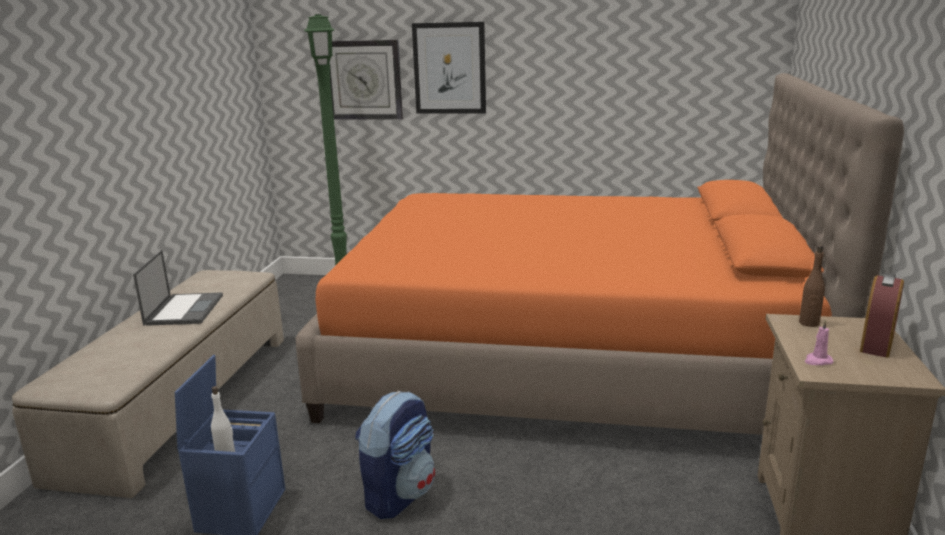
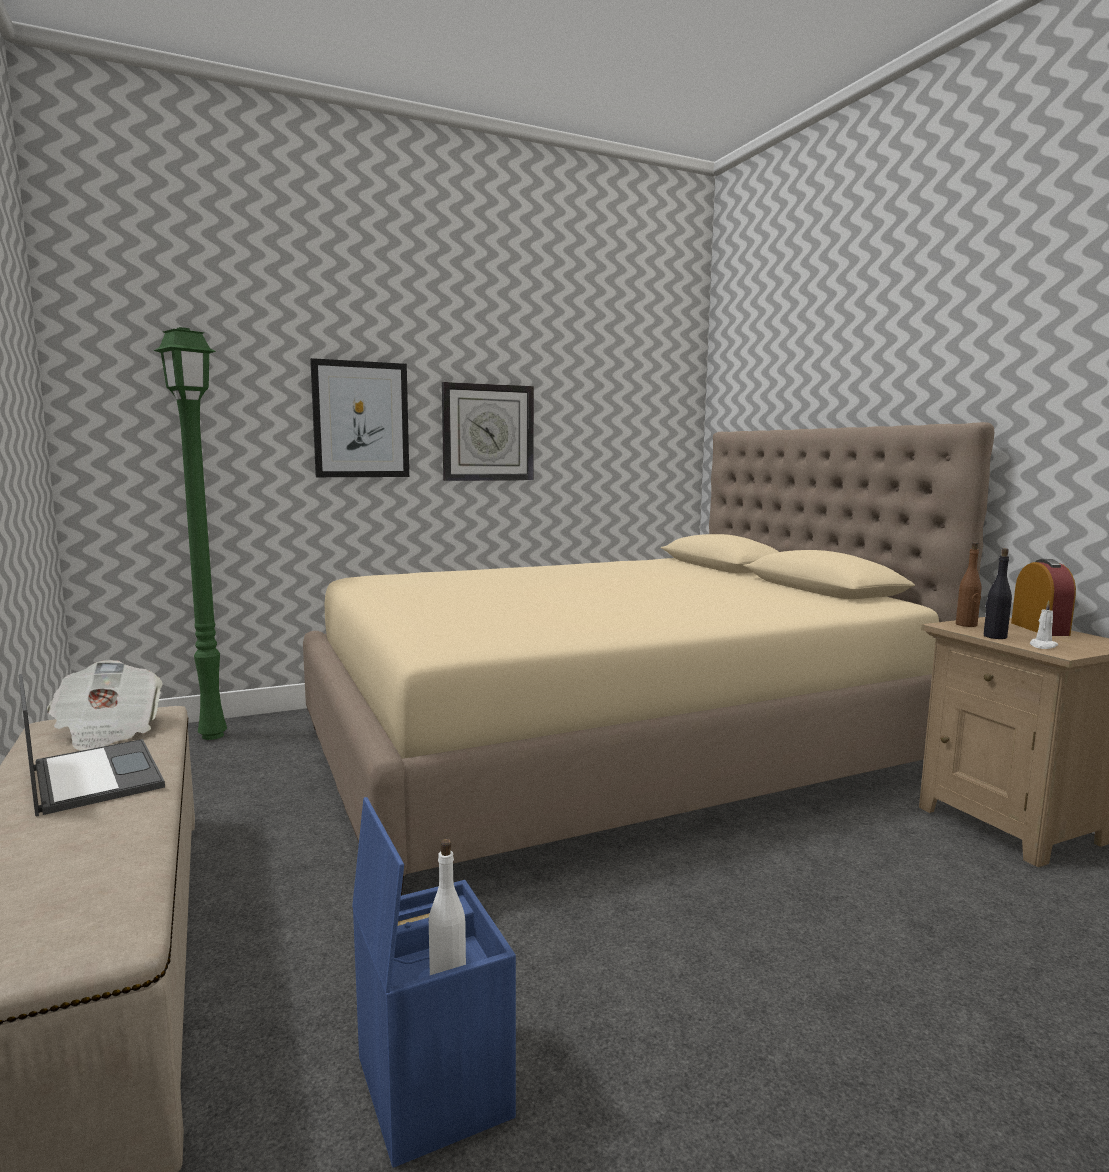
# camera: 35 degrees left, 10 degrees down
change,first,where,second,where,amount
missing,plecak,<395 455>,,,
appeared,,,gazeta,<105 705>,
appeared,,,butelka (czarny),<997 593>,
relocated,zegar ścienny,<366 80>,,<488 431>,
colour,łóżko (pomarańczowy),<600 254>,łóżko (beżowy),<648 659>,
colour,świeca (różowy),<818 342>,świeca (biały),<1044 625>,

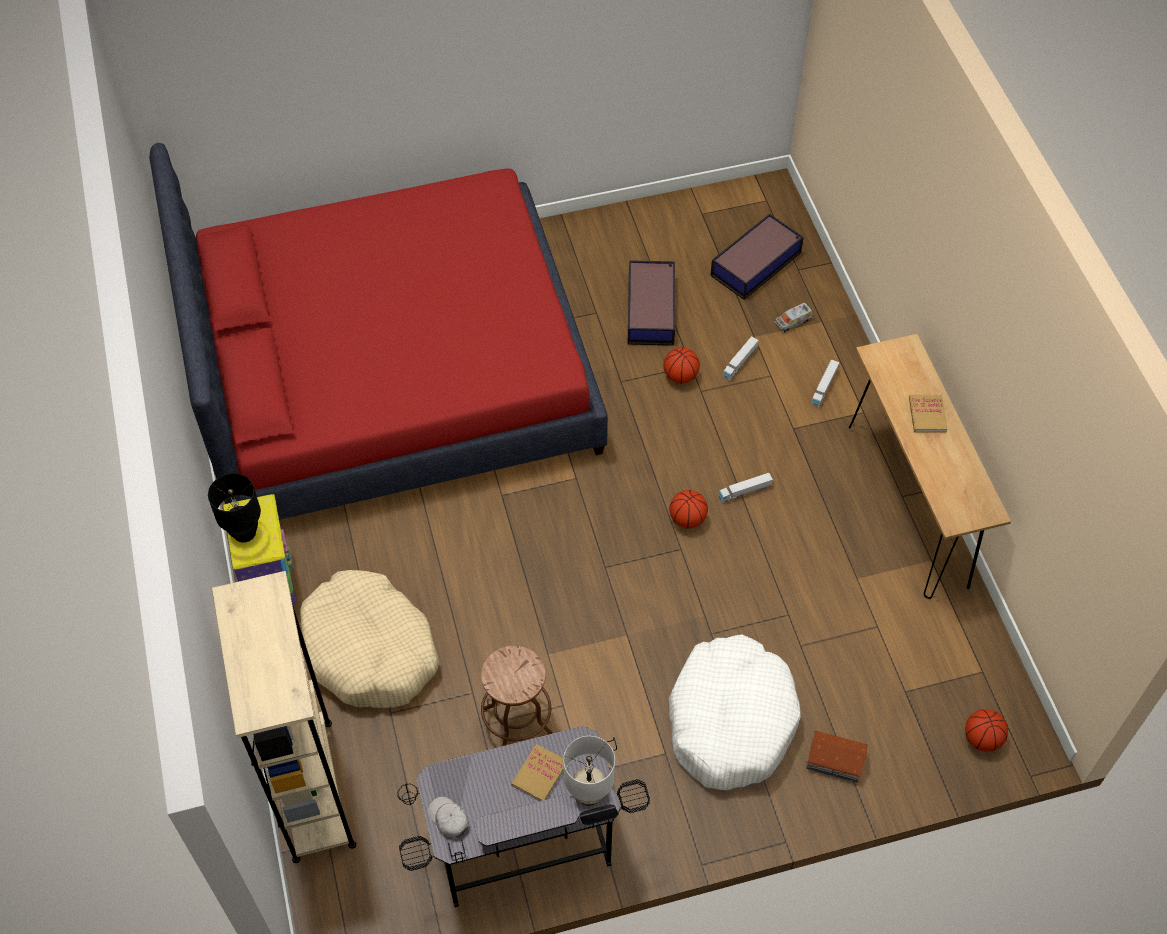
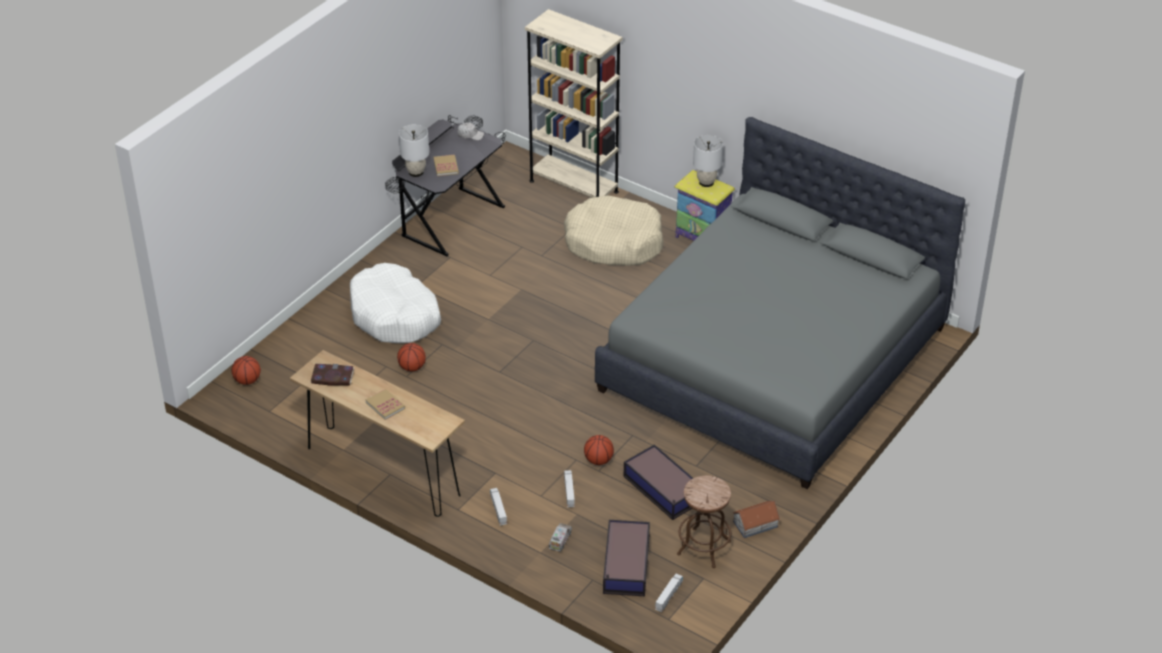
# camera: 140 degrees right, 15 degrees down
change,first,where,second,where,amount
appeared,,,książka,<332 375>,
relocated,stołek (brązowy),<517 696>,,<704 522>,
relocated,piłka do koszykówki,<688 509>,,<411 357>,
relocated,ciężarówka zabawkowa,<745 488>,,<669 593>,
relocated,domek,<837 756>,,<757 519>,
colour,łóżko (czerwony),<378 331>,łóżko (szary),<780 303>,
colour,lampa stołowa (czarny),<234 508>,lampa stołowa (biały),<708 161>,

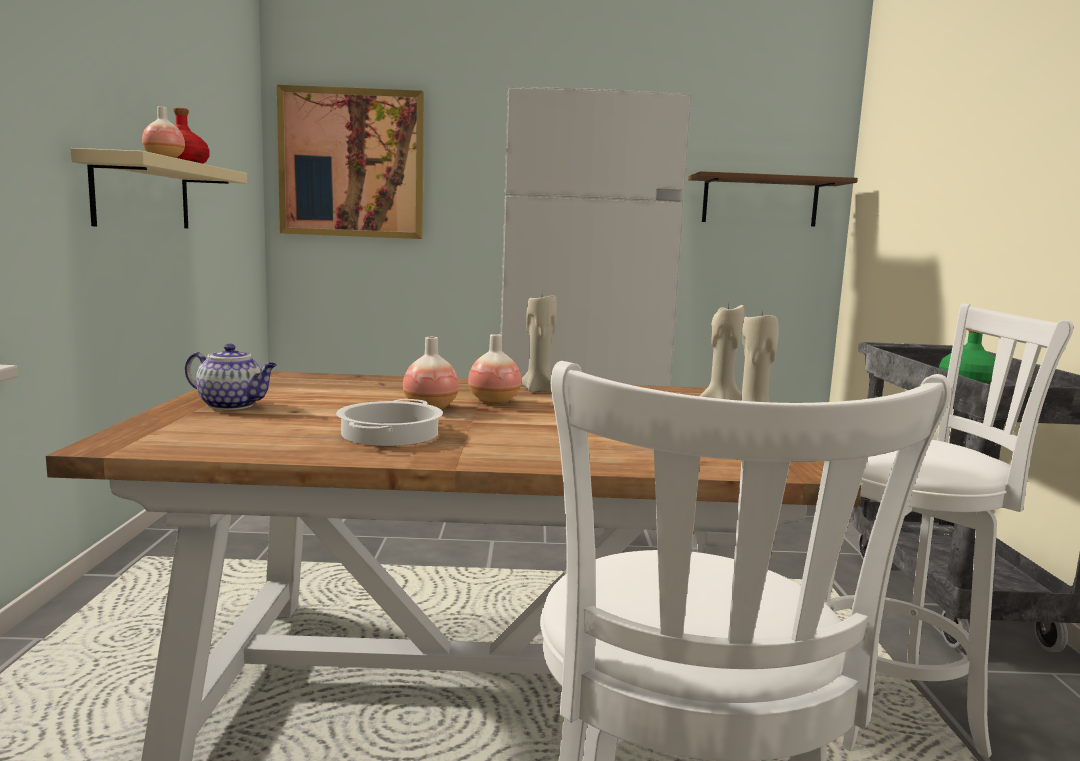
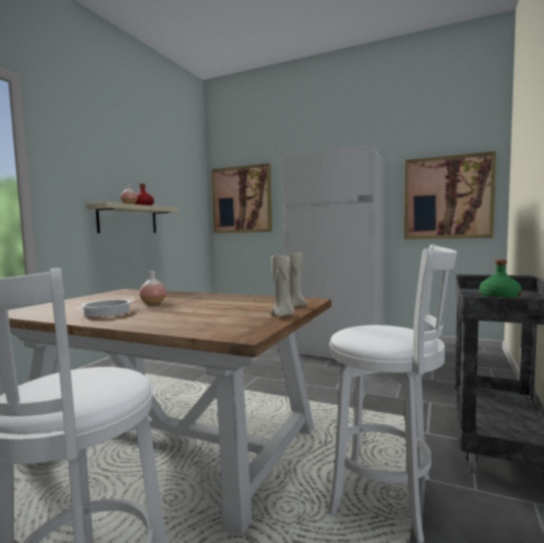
# camera: 25 degrees right, 5 degrees down
change,first,where,second,where,amount
missing,imbryk,<231 377>,,,
missing,wazon,<494 369>,,,
missing,świeca (beżowy),<539 343>,,,
exchanged,półka (brązowy),<773 198>,obraz,<450 195>,

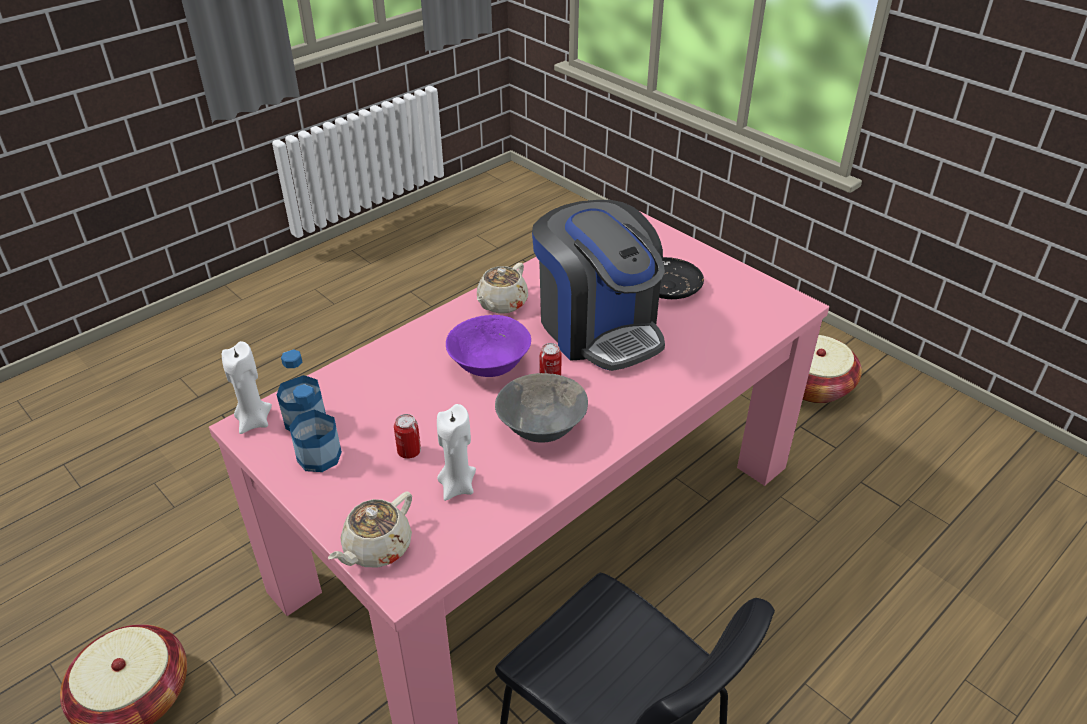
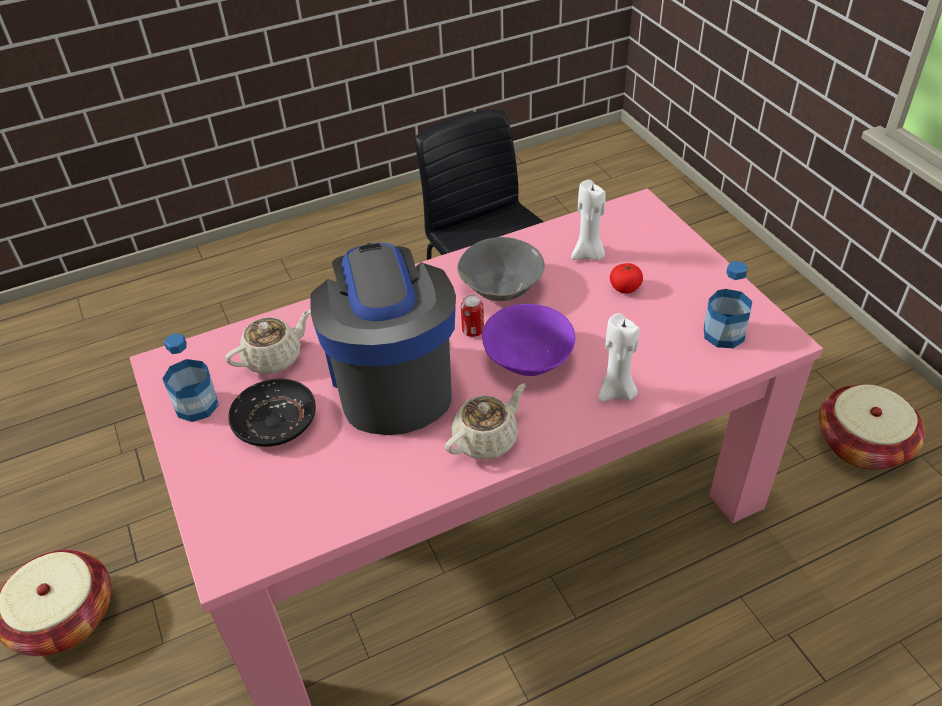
# camera: 160 degrees left, 5 degrees up
change,first,where,second,where,amount
relocated,świeca (biały),<247 387>,,<619 357>,
relocated,butelka,<315 428>,,<190 377>,
relocated,imbryk (beżowy),<370 529>,,<268 342>,
exchanged,puszka,<407 436>,pomidor,<626 278>,

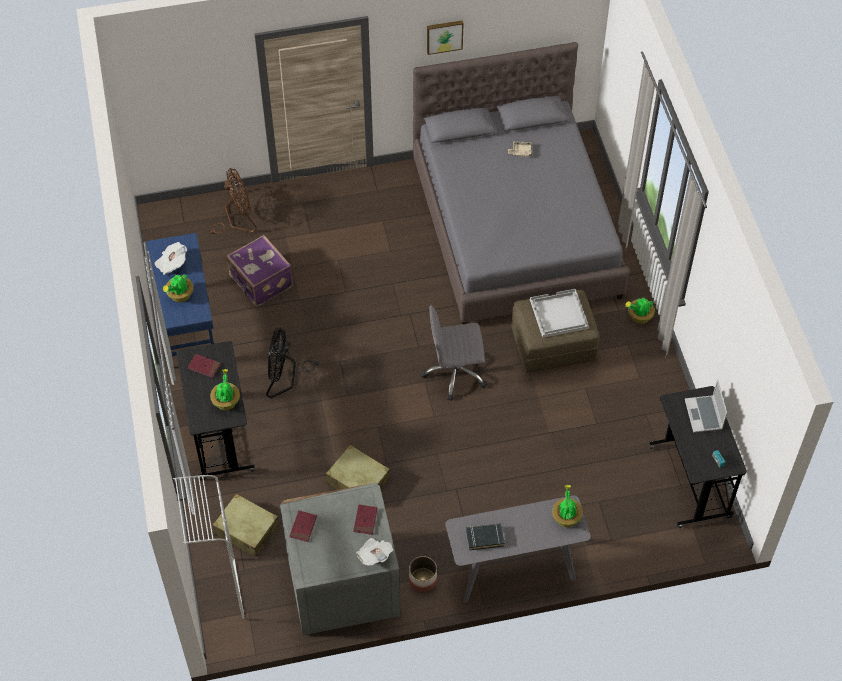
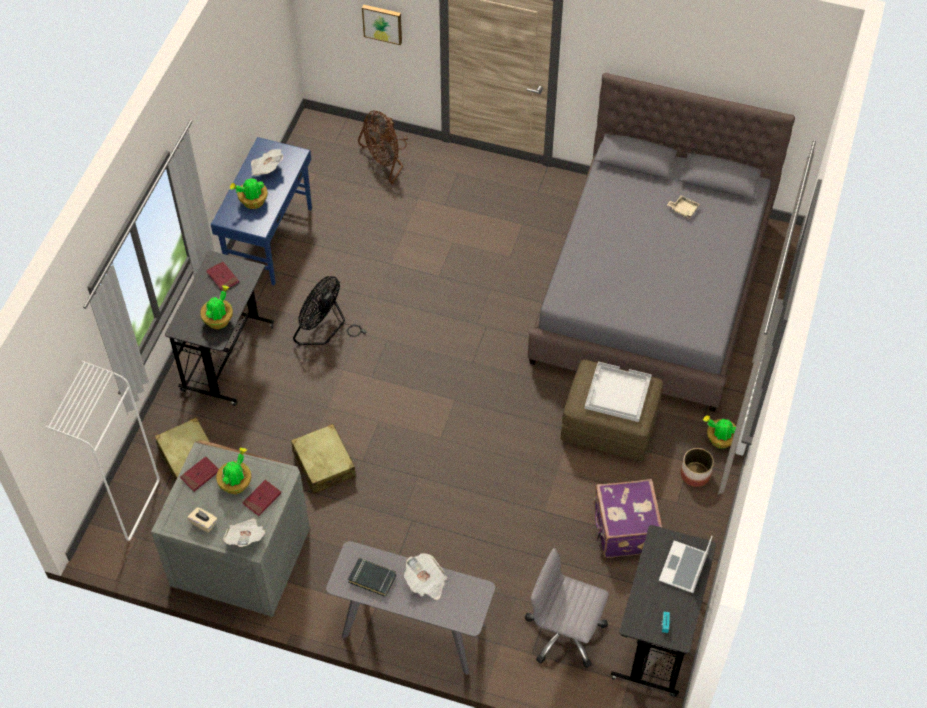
# camera: 30 degrees right, 0 degrees up
change,first,where,second,where,amount
appeared,,,pudełko chusteczek (beżowy),<202 520>,
appeared,,,gazeta,<425 576>,
relocated,walizka (fioletowy),<259 270>,,<628 518>,
relocated,donica,<423 574>,,<697 467>,
relocated,krzesło biurowe (szary),<454 353>,,<567 608>,
relocated,obraz,<445 37>,,<382 25>,
relocated,roślina doniczkowa,<567 506>,,<233 471>,
spun,wentylator (brązowy),<233 201>,,<383 147>,135 degrees clockwise

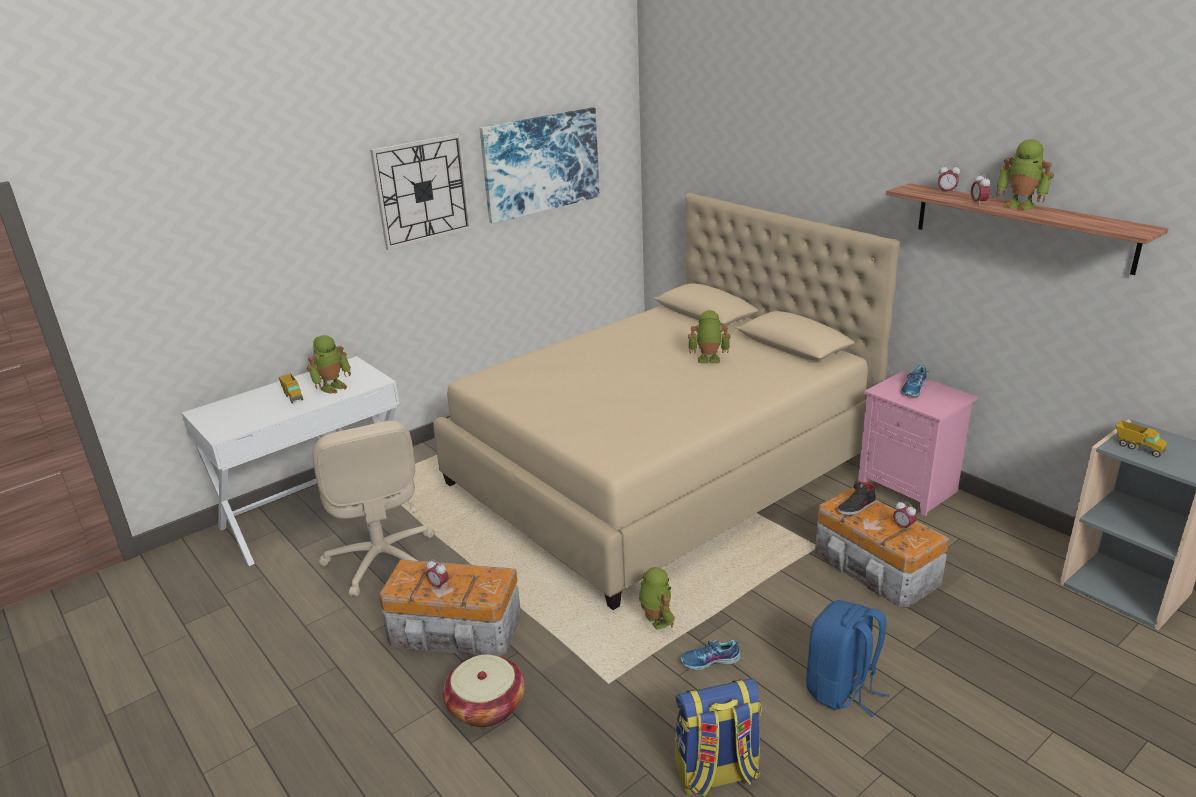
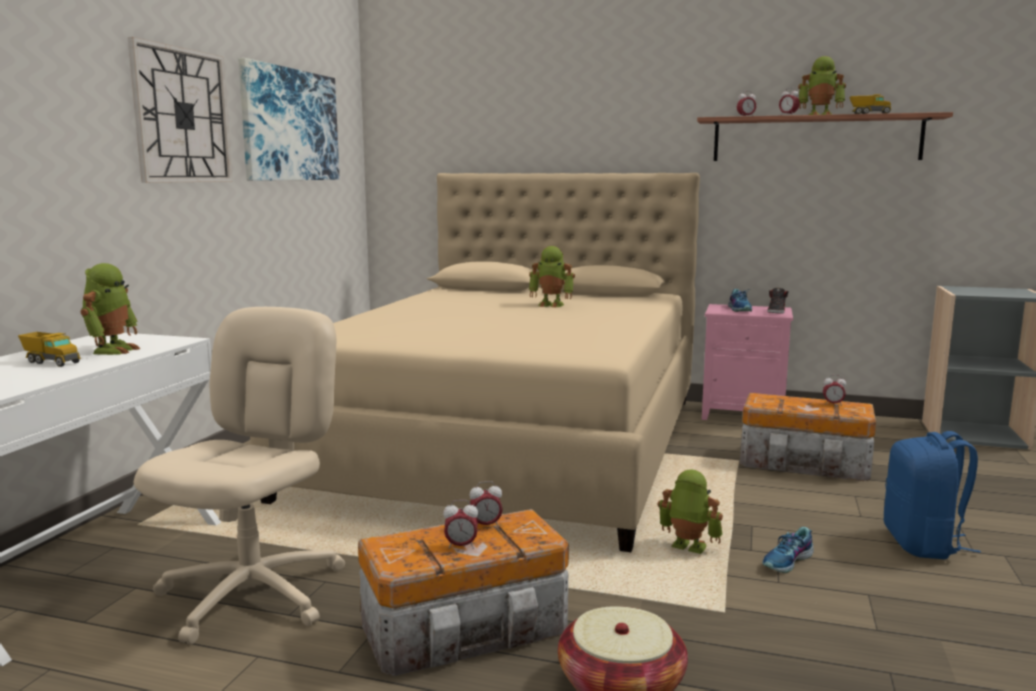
# camera: 35 degrees left, 15 degrees down
change,first,where,second,where,amount
missing,plecak,<718 737>,,,
appeared,,,budzik,<486 504>,
relocated,but (czarny),<856 498>,,<778 301>,
relocated,ciężarówka zabawkowa,<1141 438>,,<870 104>,
spun,krzesło biurowe (beżowy),<373 509>,,<239 476>,105 degrees counterclockwise
spun,robot zabawkowy,<709 336>,,<552 277>,135 degrees counterclockwise

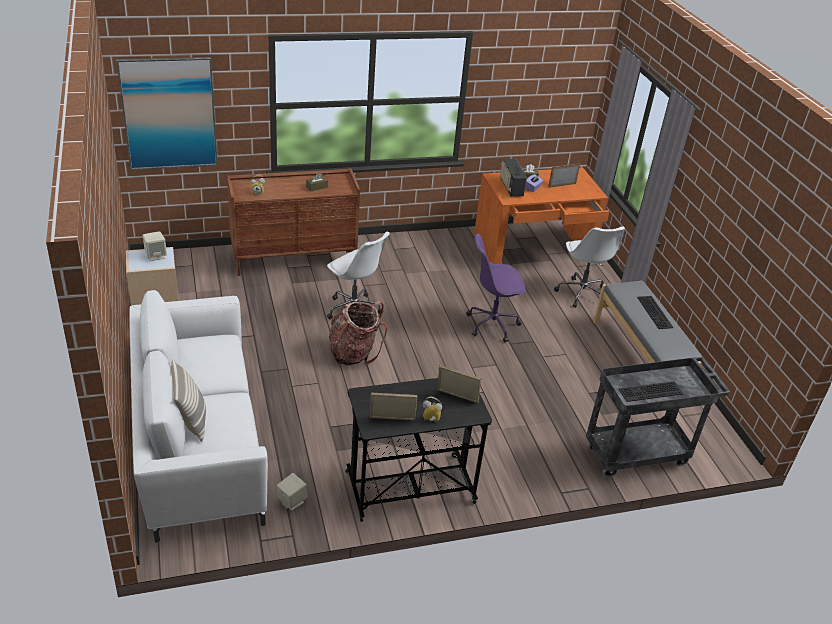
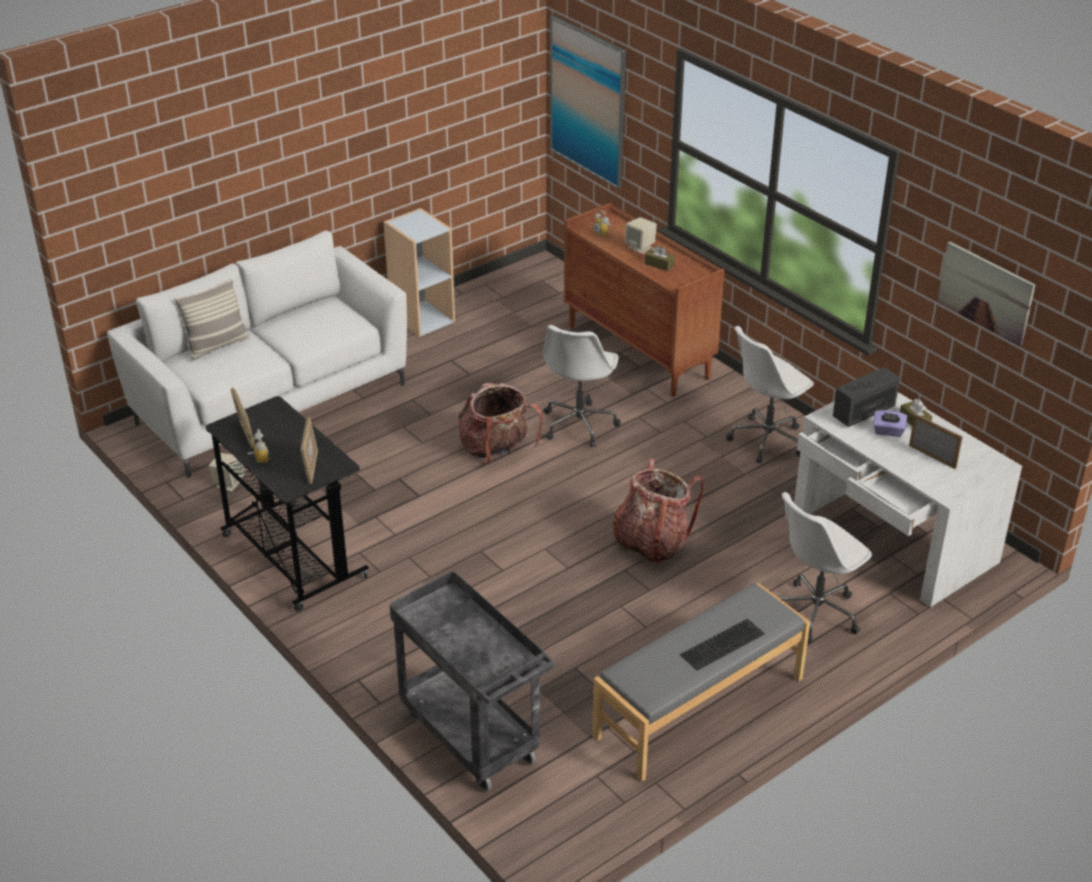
# camera: 70 degrees right, 0 degrees up
change,first,where,second,where,amount
missing,klawiatura,<651 391>,,,
appeared,,,krzesło biurowe (biały),<770 395>,
appeared,,,obraz,<986 294>,
relocated,głośnik (beżowy),<155 246>,,<641 235>,
exchanged,krzesło biurowe (fioletowy),<496 287>,plecak,<658 511>,
colour,biurko (pomarańczowy),<542 216>,biurko (biały),<908 499>,

